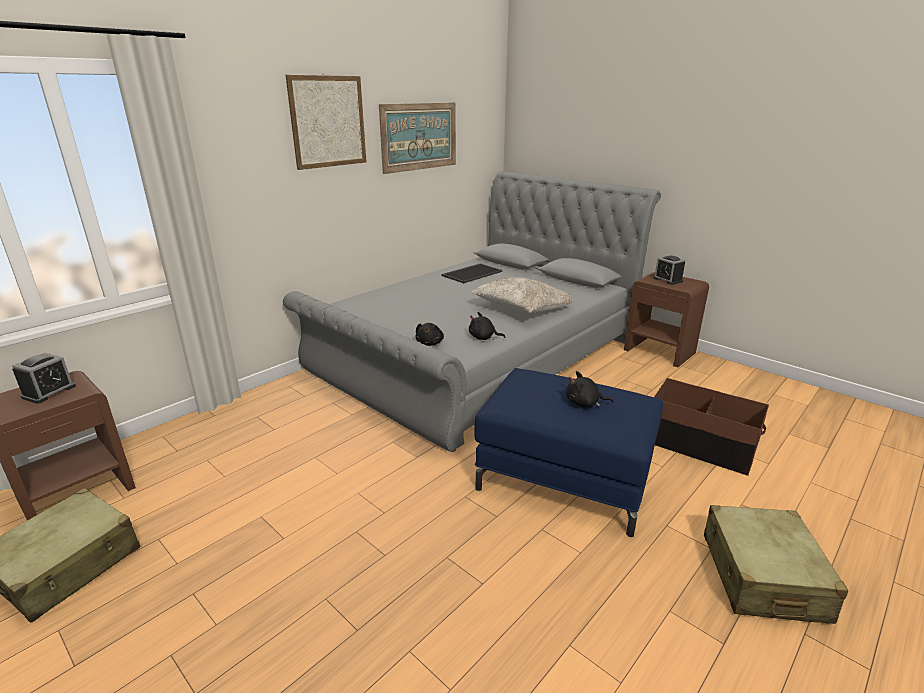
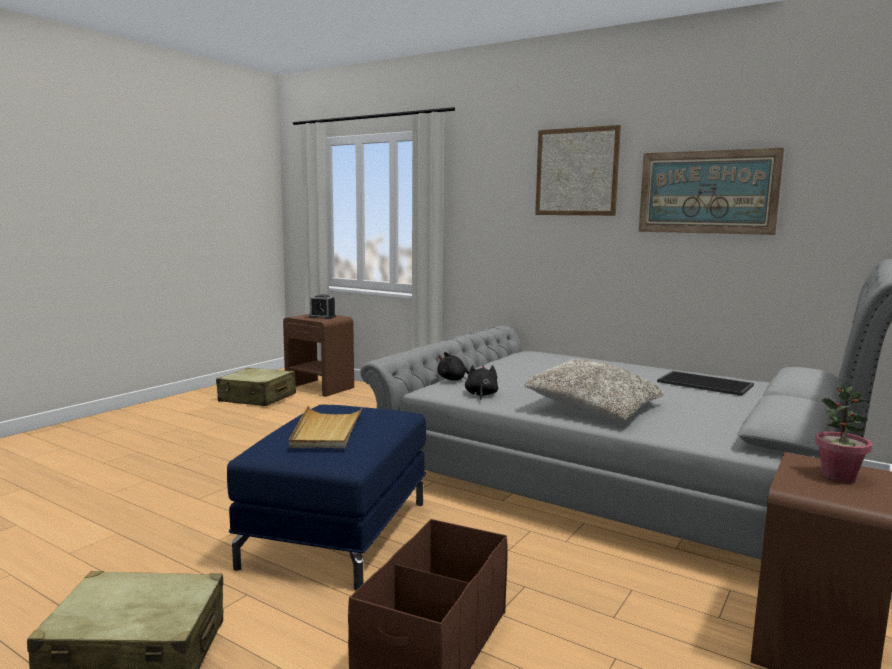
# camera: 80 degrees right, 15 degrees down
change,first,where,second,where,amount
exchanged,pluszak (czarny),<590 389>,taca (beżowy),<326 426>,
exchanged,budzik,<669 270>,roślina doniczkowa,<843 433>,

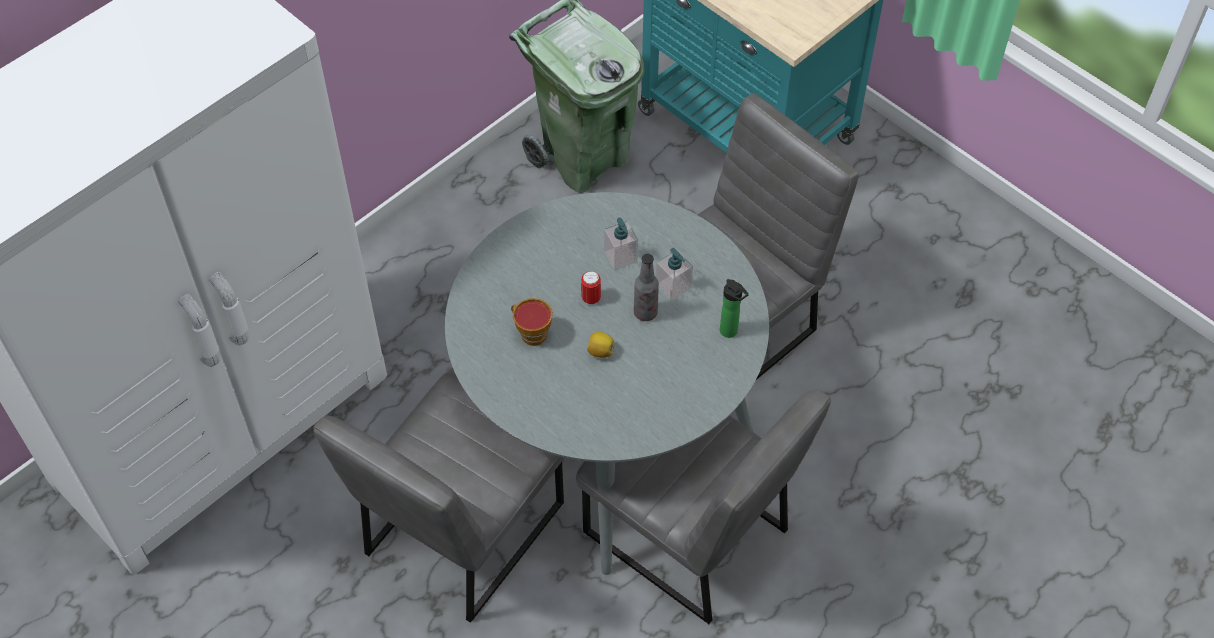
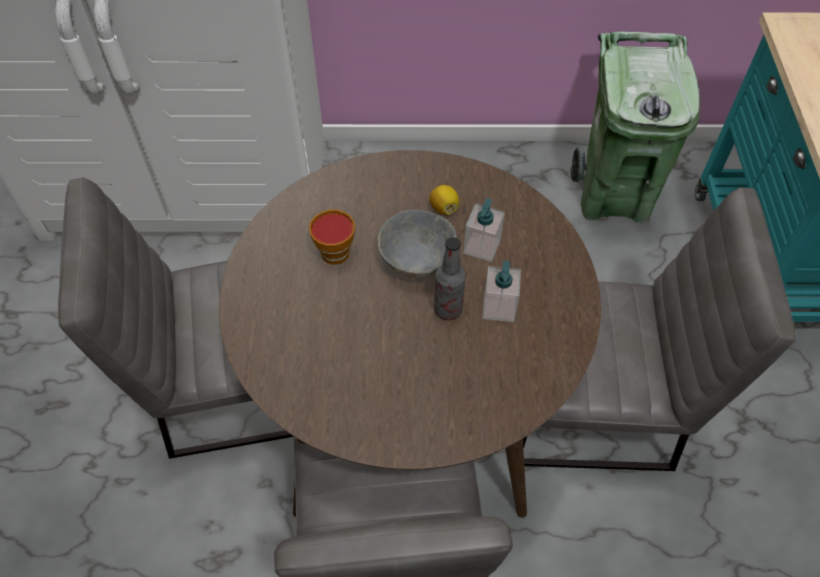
# camera: 45 degrees right, 0 degrees up
change,first,where,second,where,amount
missing,butelka,<734 308>,,,
relocated,cytryna,<600 345>,,<444 200>,
exchanged,puszka,<591 288>,miska (szary),<417 244>,
colour,stół jadalny (szary),<607 383>,stół jadalny (brązowy),<410 334>,

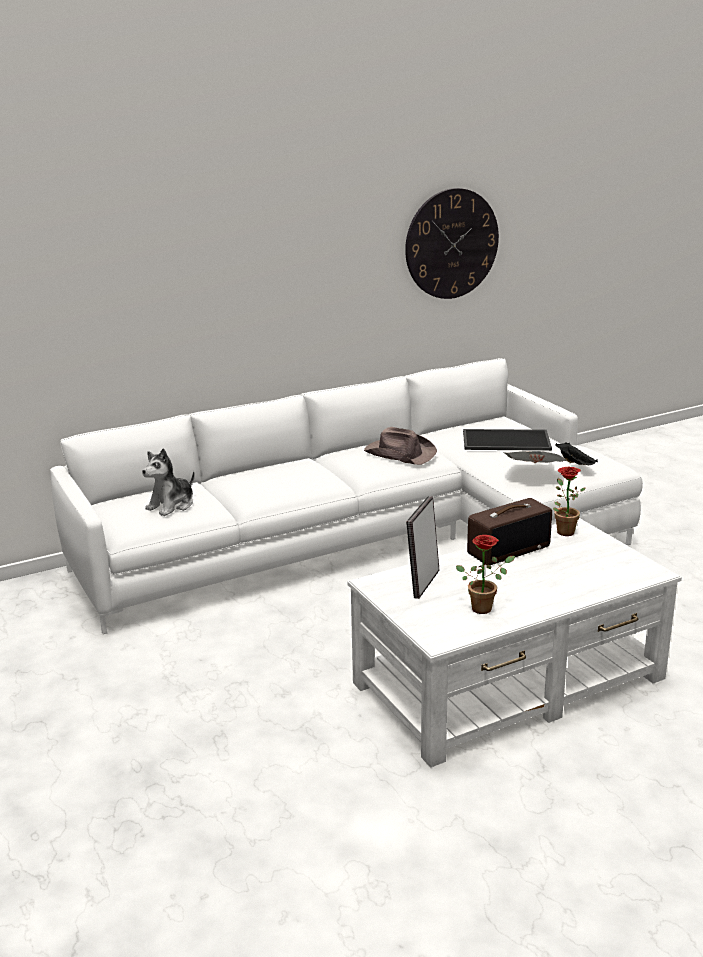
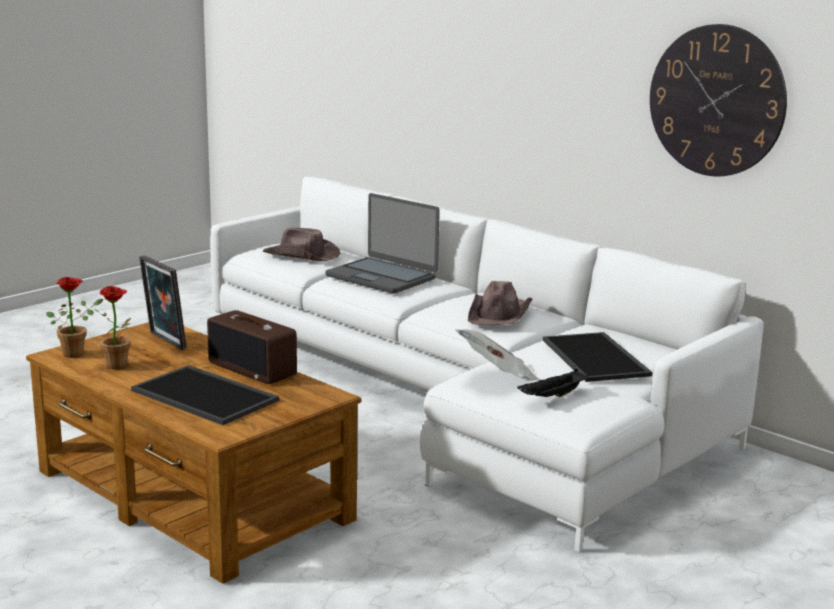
# camera: 70 degrees right, 5 degrees down
change,first,where,second,where,amount
appeared,,,taca,<205 395>,
appeared,,,laptop,<382 243>,
relocated,roślina doniczkowa,<569 501>,,<74 317>,
exchanged,pluszak,<168 482>,kapelusz (brązowy),<301 244>,
colour,ława (biały),<515 643>,ława (brązowy),<193 453>,
spun,ramka na zdjęcie,<422 547>,,<163 303>,135 degrees counterclockwise

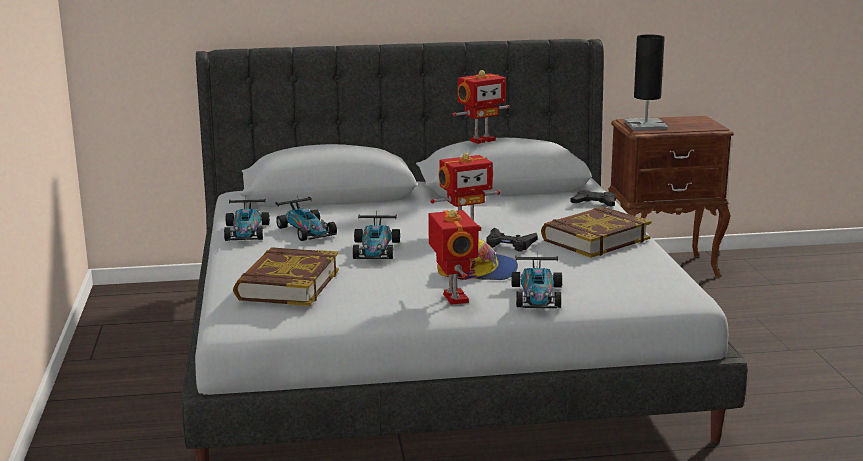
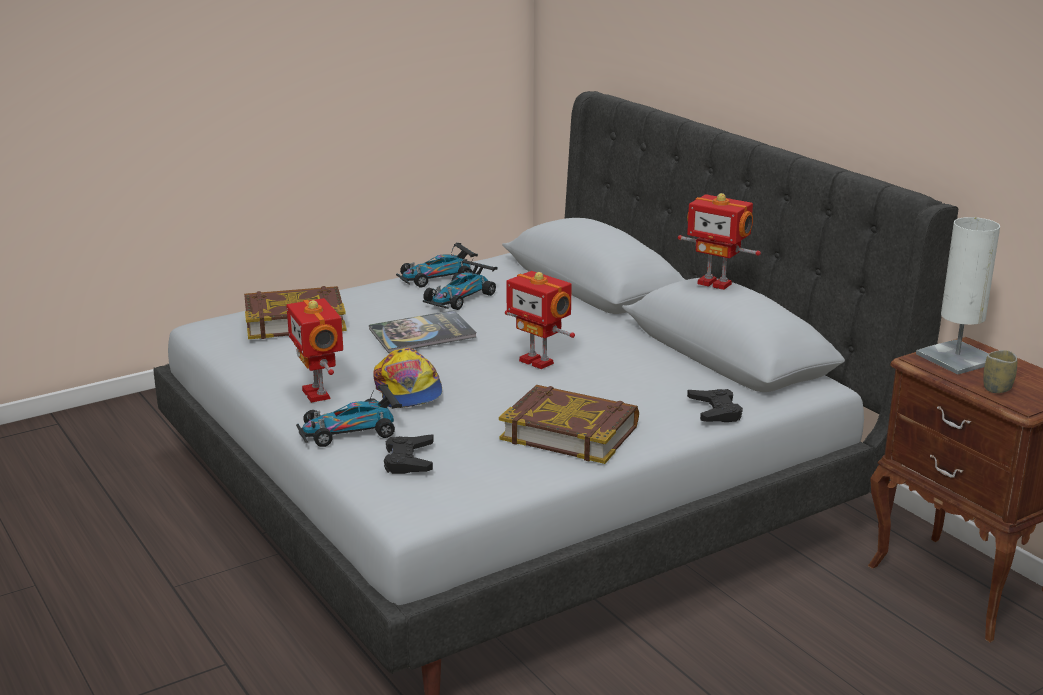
# camera: 65 degrees right, 5 degrees up
change,first,where,second,where,amount
appeared,,,filiżanka,<1001 371>,
relocated,pad do gier (czarny),<512 240>,,<409 454>,
exchanged,samochodzik,<376 234>,książka,<422 331>,
colour,lampa stołowa (czarny),<646 82>,lampa stołowa (biały),<958 296>,
spun,robot zabawkowy,<453 257>,,<314 350>,105 degrees clockwise

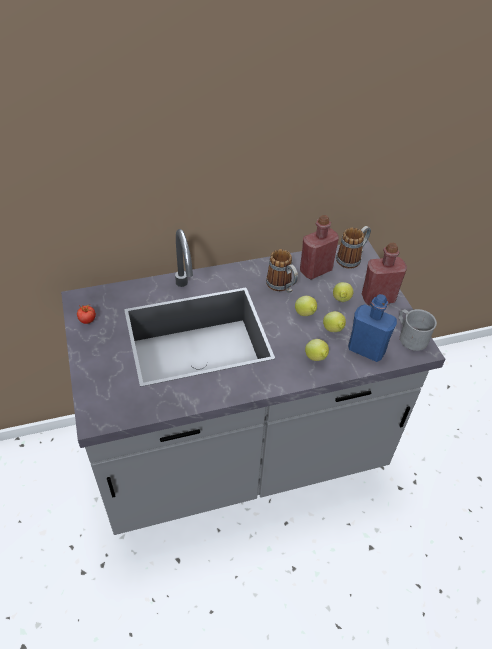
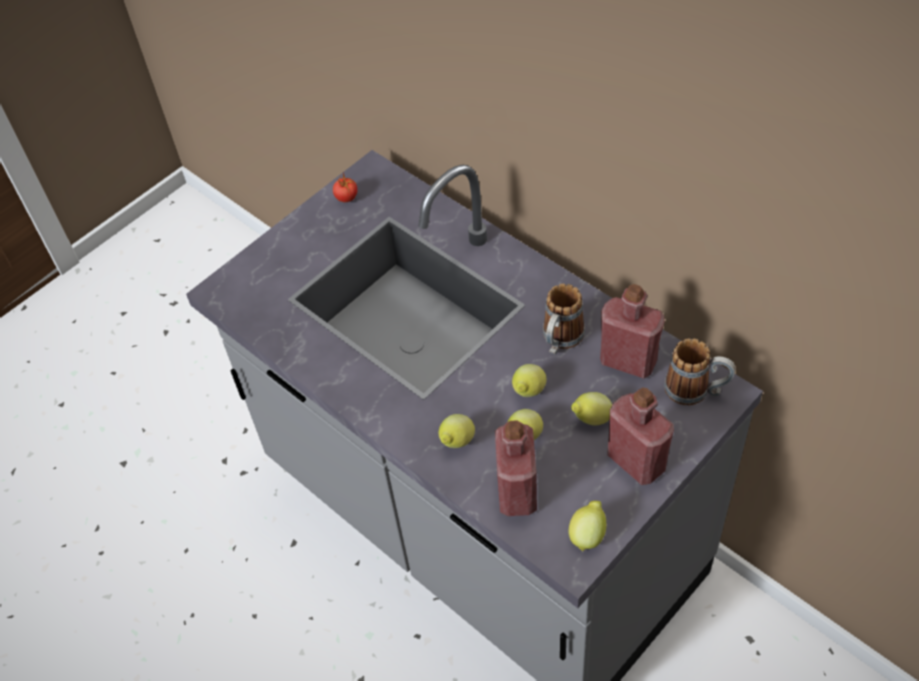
# camera: 65 degrees right, 5 degrees up
change,first,where,second,where,amount
exchanged,kubek (szary),<418 330>,cytryna,<587 526>,
colour,butelka (niebieski),<372 328>,butelka (czerwony),<516 468>,

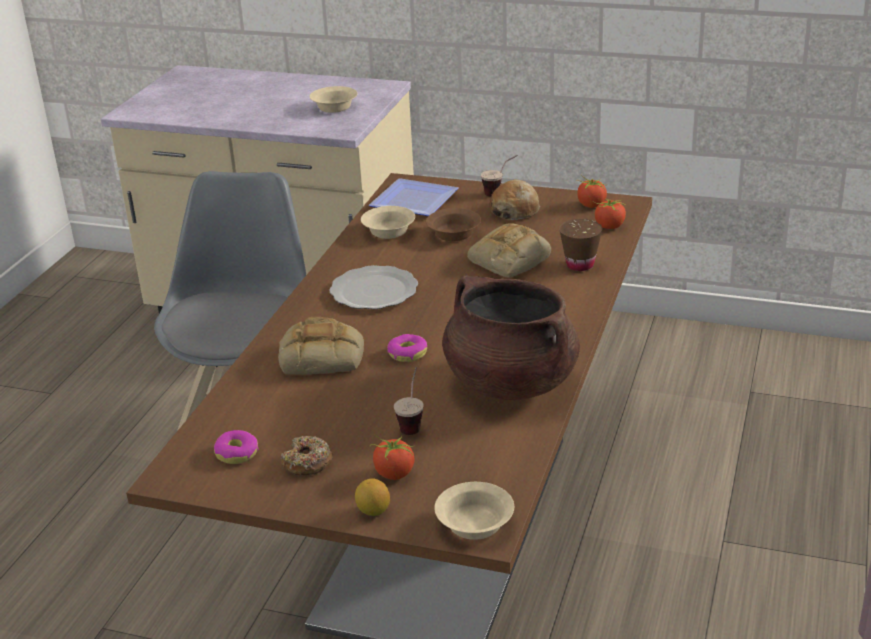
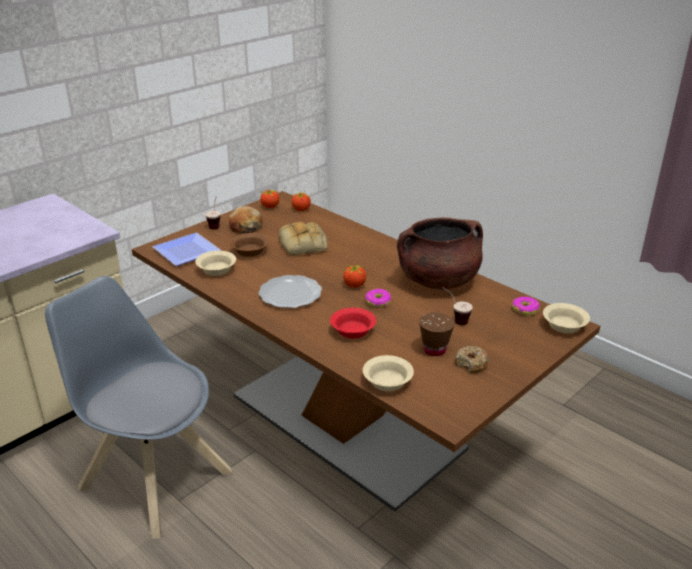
# camera: 65 degrees left, 0 degrees up
change,first,where,second,where,amount
missing,cytryna,<372 497>,,,
relocated,donut,<236 447>,,<526 306>,
relocated,miska (beżowy),<333 99>,,<388 373>,
relocated,pomidor,<392 457>,,<354 276>,
relocated,filiżanka (brązowy),<580 245>,,<437 334>,
exchanged,chleb,<321 346>,miska (czerwony),<353 323>,

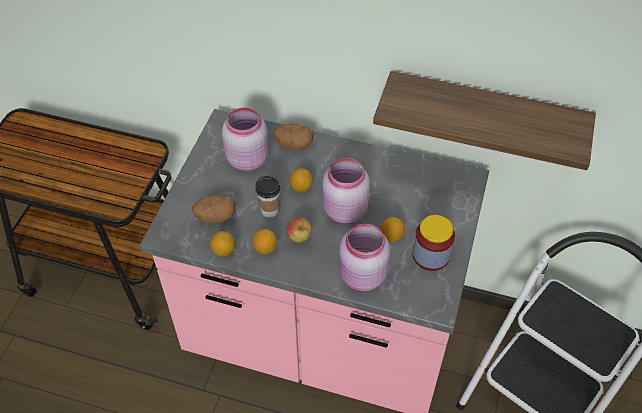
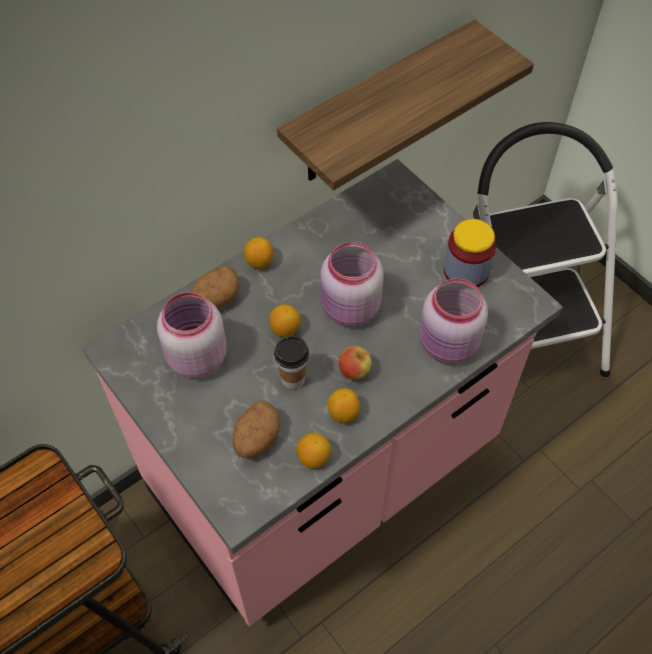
# camera: 55 degrees left, 5 degrees up
change,first,where,second,where,amount
relocated,cytryna,<393 229>,,<258 253>,

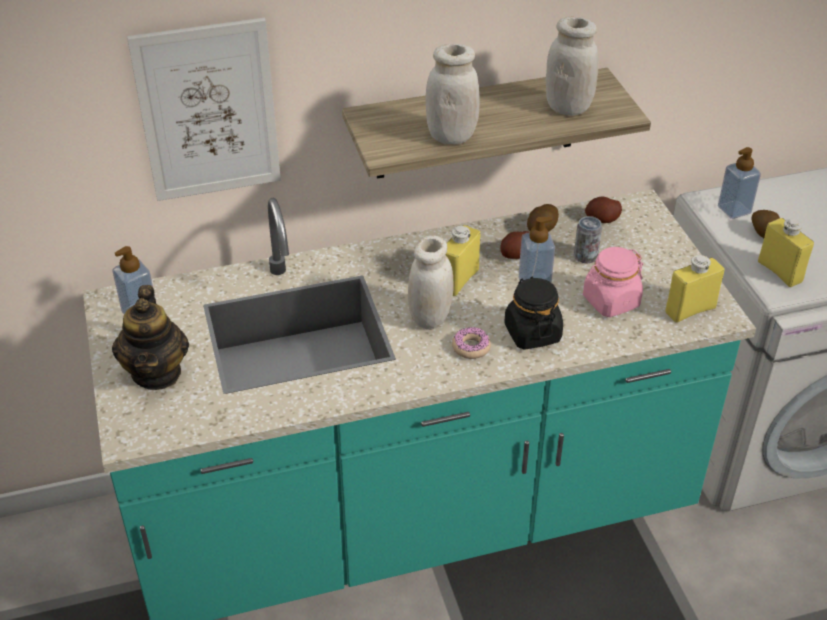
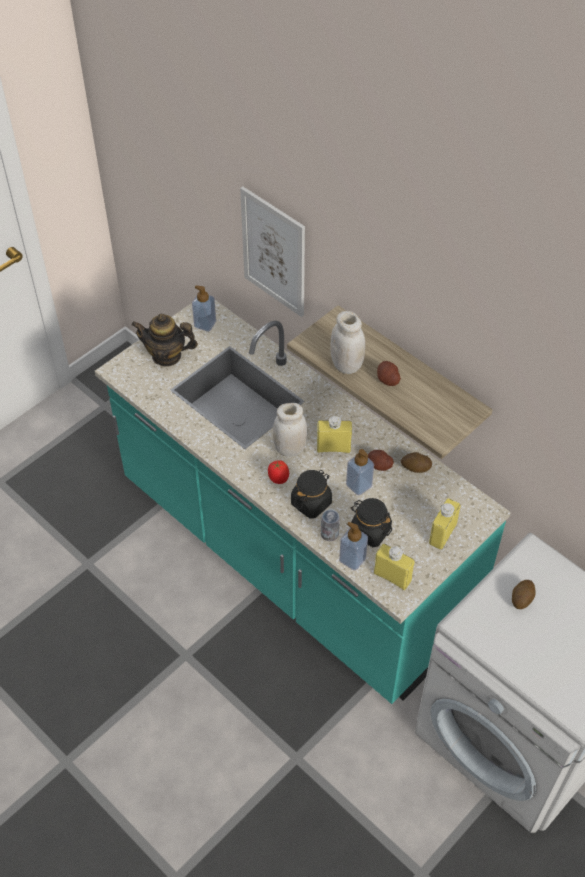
# camera: 60 degrees right, 10 degrees up
change,first,where,second,where,amount
missing,słoik (biały),<572 66>,,,
relocated,puszka,<588 239>,,<330 525>,
relocated,ziemniak,<603 209>,,<389 373>,
relocated,dozownik mydła,<739 183>,,<353 546>,
relocated,butelka (żółty),<786 252>,,<445 524>,
exchanged,donut,<471 343>,pomidor,<278 472>,
colour,słoik (różowy),<613 282>,słoik (czarny),<371 522>,
spun,imbryk,<150 337>,,<165 340>,45 degrees clockwise

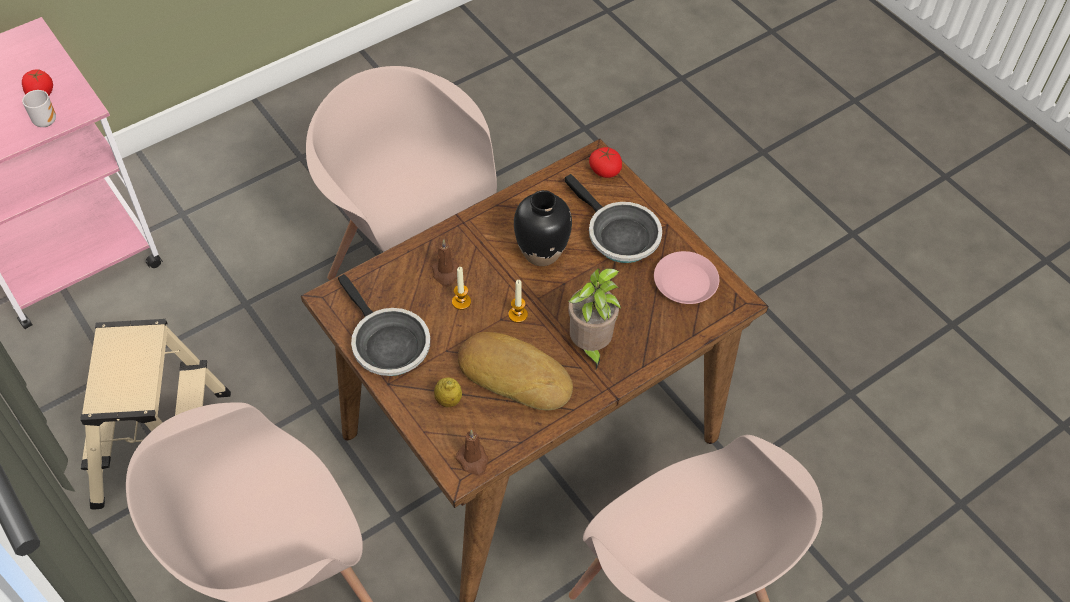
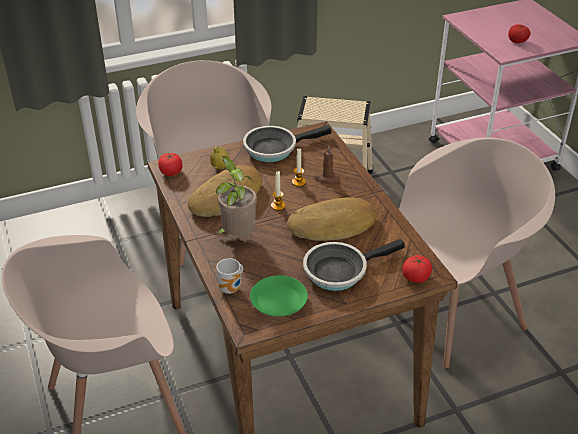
# camera: 105 degrees right, 15 degrees down
change,first,where,second,where,amount
relocated,kubek,<39 108>,,<229 276>,
exchanged,świeca (brązowy),<472 453>,pomidor,<170 164>,
exchanged,wazon (czarny),<543 228>,chleb,<332 219>,
colour,talerz (różowy),<686 277>,talerz (zielony),<279 295>,

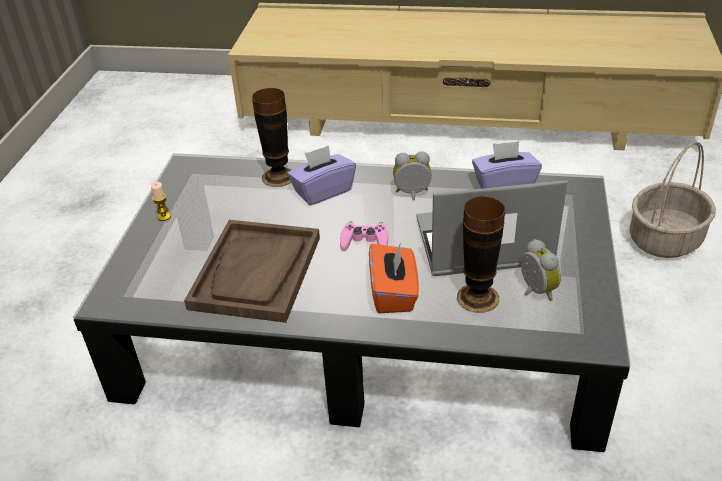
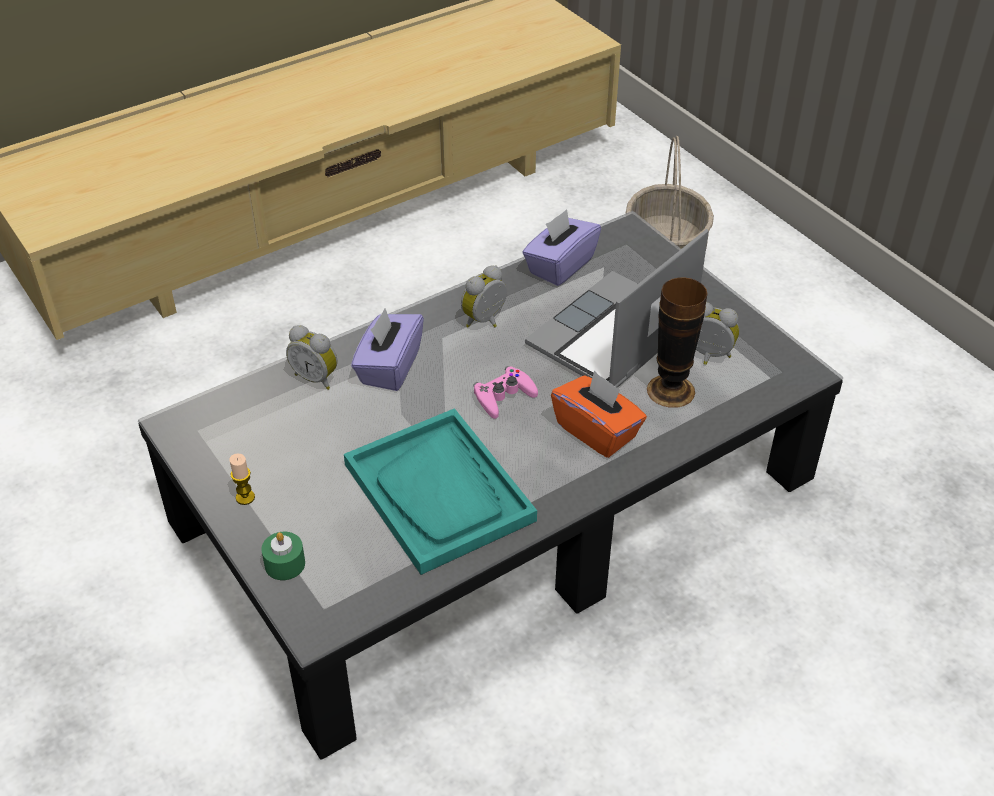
# camera: 45 degrees left, 5 degrees up
change,first,where,second,where,amount
appeared,,,świeca (zielony),<283 556>,
exchanged,wazon,<271 137>,budzik,<311 357>,
colour,taca (brązowy),<252 271>,taca (turkusowy),<440 491>,

